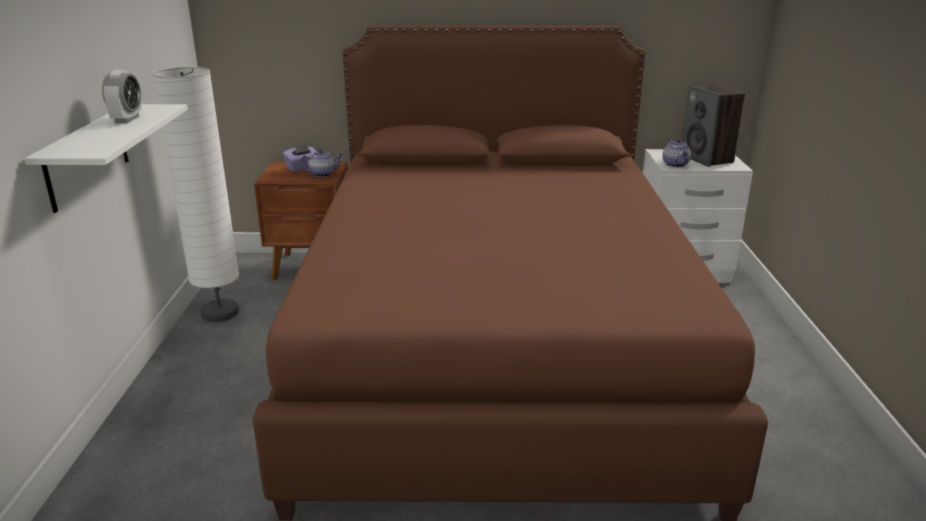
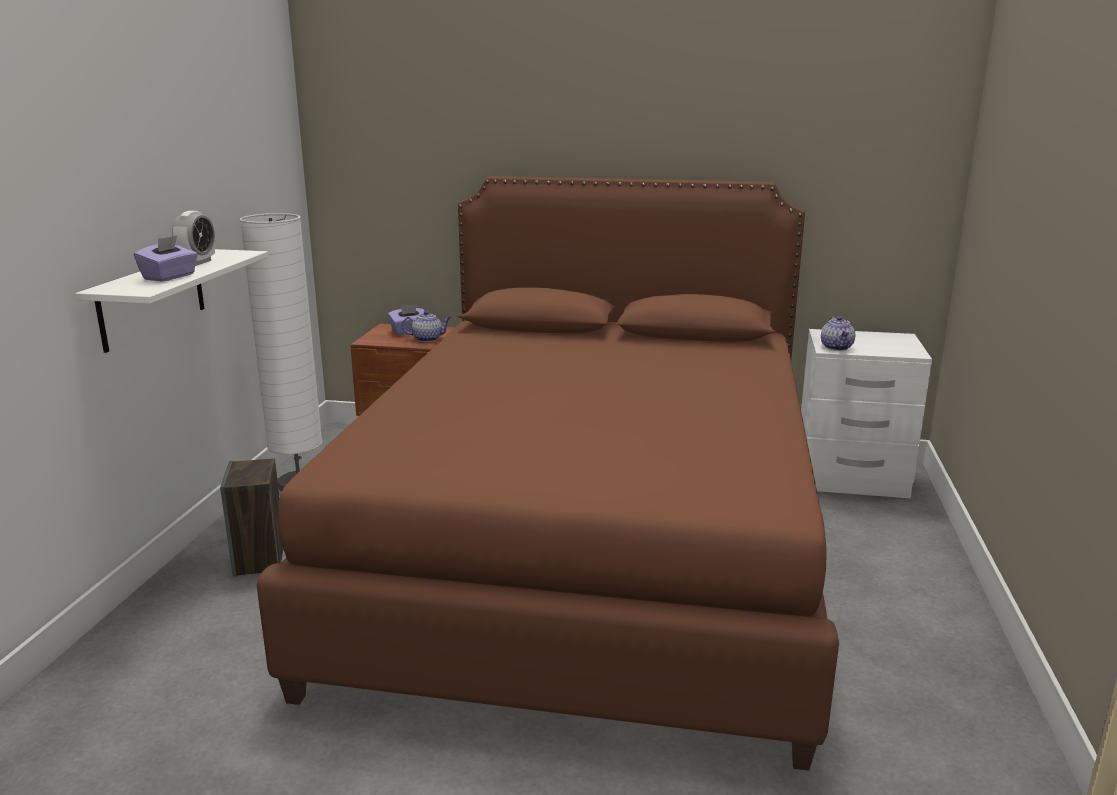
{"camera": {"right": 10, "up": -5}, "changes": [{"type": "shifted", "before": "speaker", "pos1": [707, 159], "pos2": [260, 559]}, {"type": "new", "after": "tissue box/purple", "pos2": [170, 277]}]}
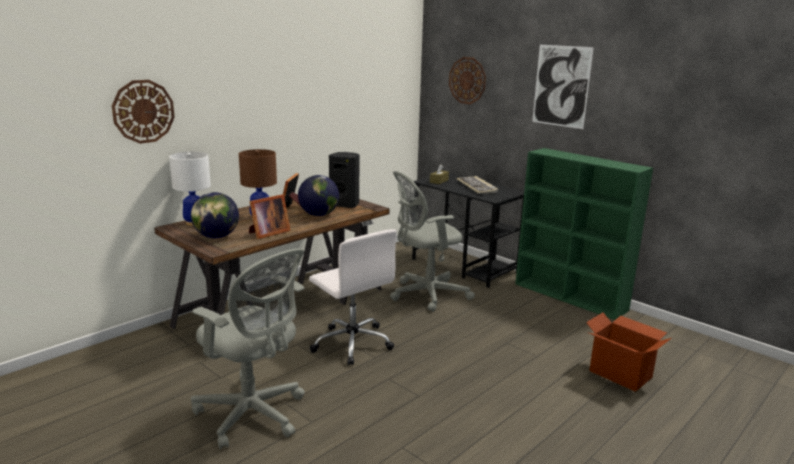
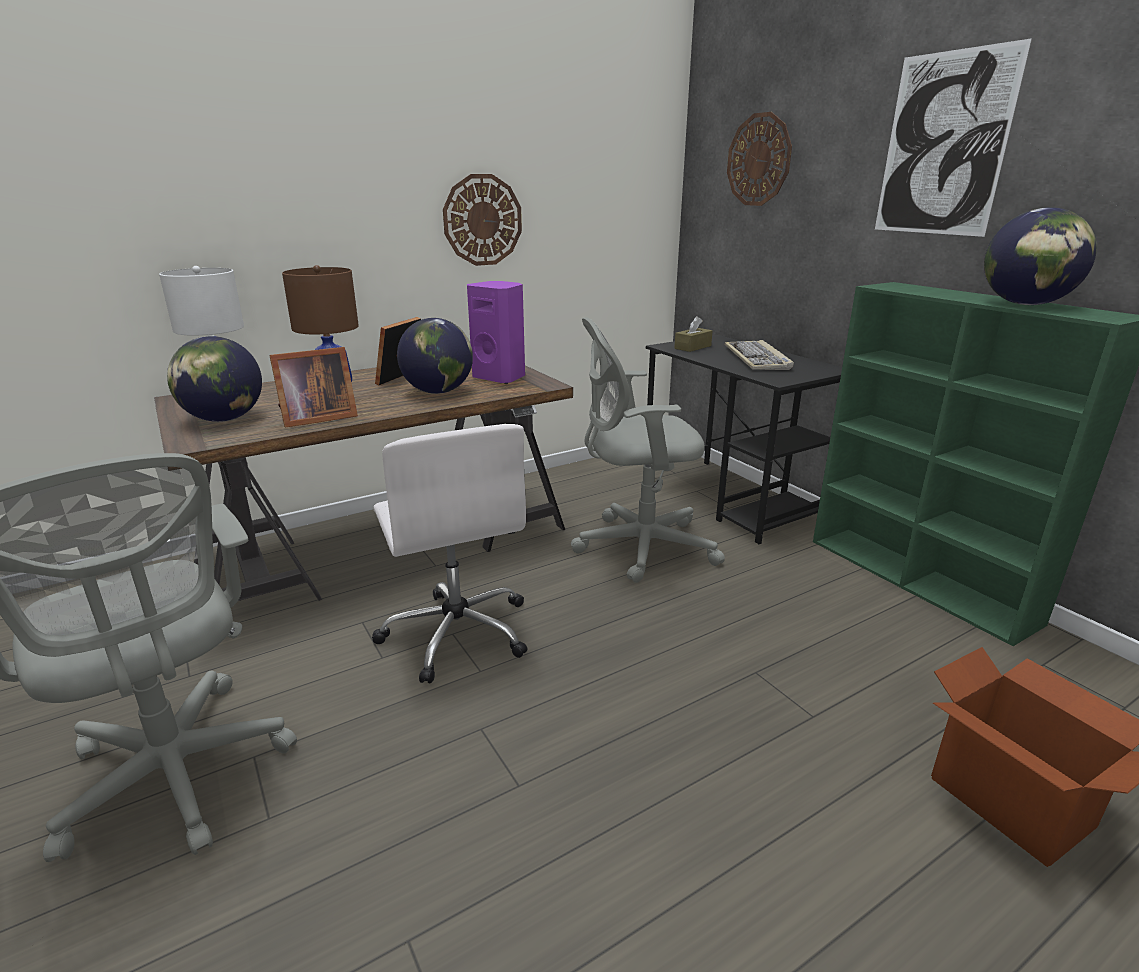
{"camera": {"right": 15, "up": 5}, "changes": [{"type": "shifted", "before": "wall clock", "pos1": [143, 111], "pos2": [482, 220]}, {"type": "repainted", "before": "speaker/black", "after": "speaker/purple", "pos1": [345, 204], "pos2": [500, 377]}, {"type": "new", "after": "globe", "pos2": [1025, 304]}]}
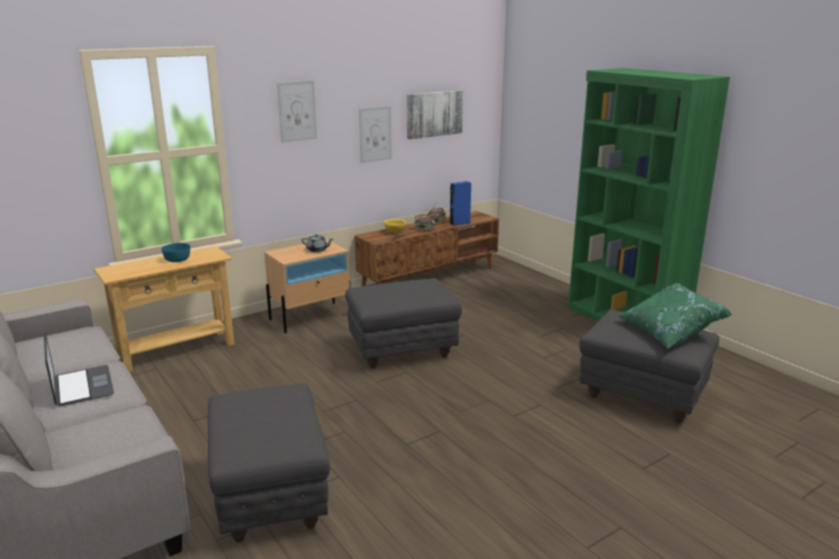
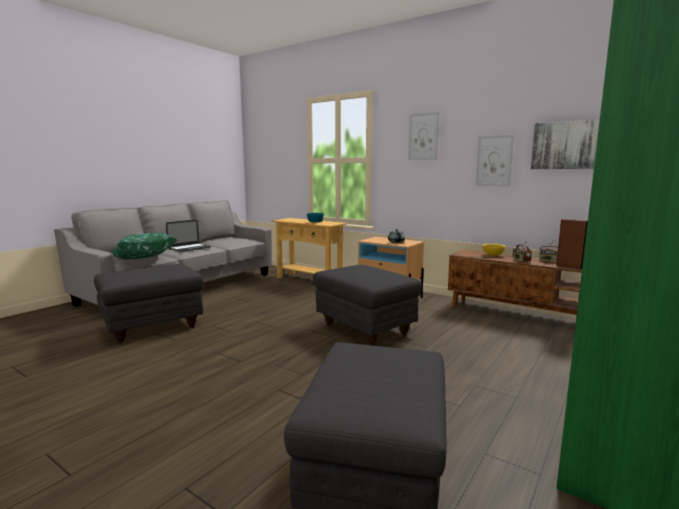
{"camera": {"right": 70, "up": -10}, "changes": [{"type": "repainted", "before": "speaker/blue", "after": "speaker/brown", "pos1": [459, 223], "pos2": [569, 267]}, {"type": "shifted", "before": "pillow/green", "pos1": [668, 332], "pos2": [143, 259]}]}
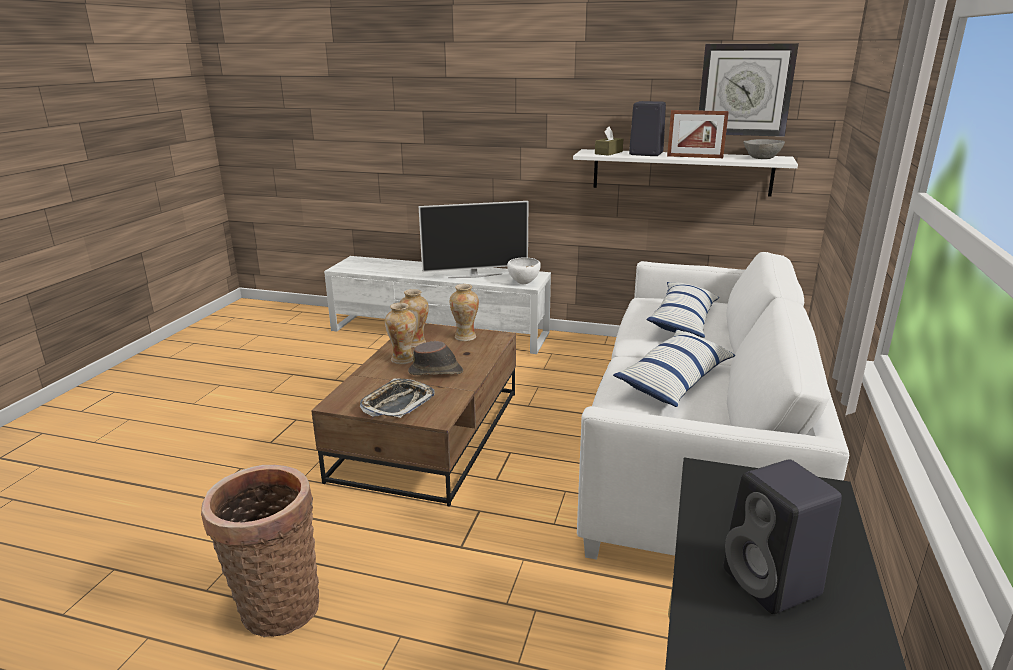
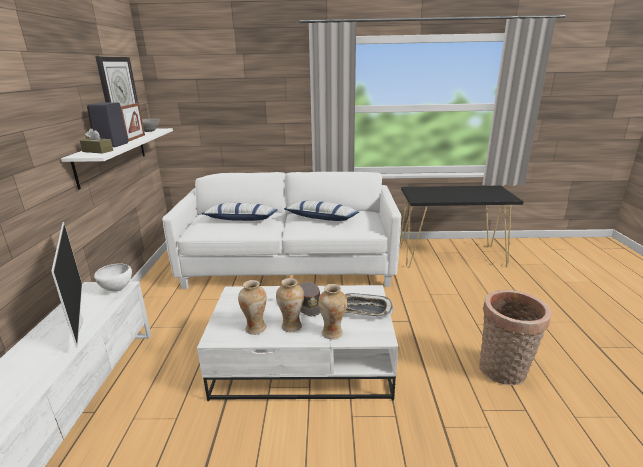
{"camera": {"right": -105, "up": 0}, "changes": [{"type": "repainted", "before": "coffee table/brown", "after": "coffee table/white", "pos1": [429, 435], "pos2": [304, 362]}, {"type": "shifted", "before": "vase", "pos1": [465, 337], "pos2": [332, 333]}, {"type": "gone", "before": "speaker/black", "pos1": [774, 584]}]}
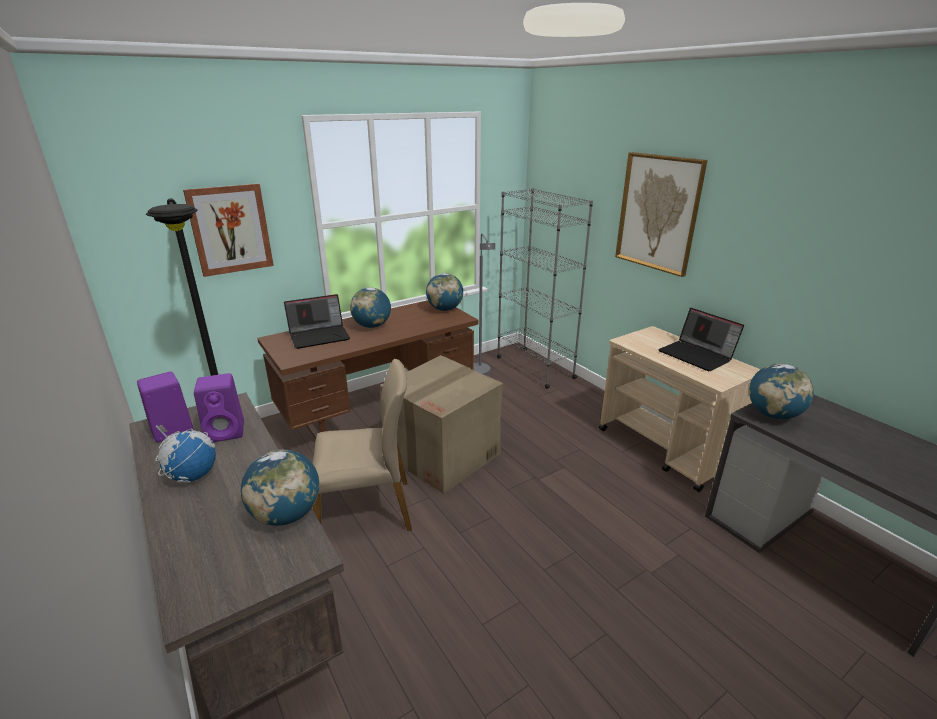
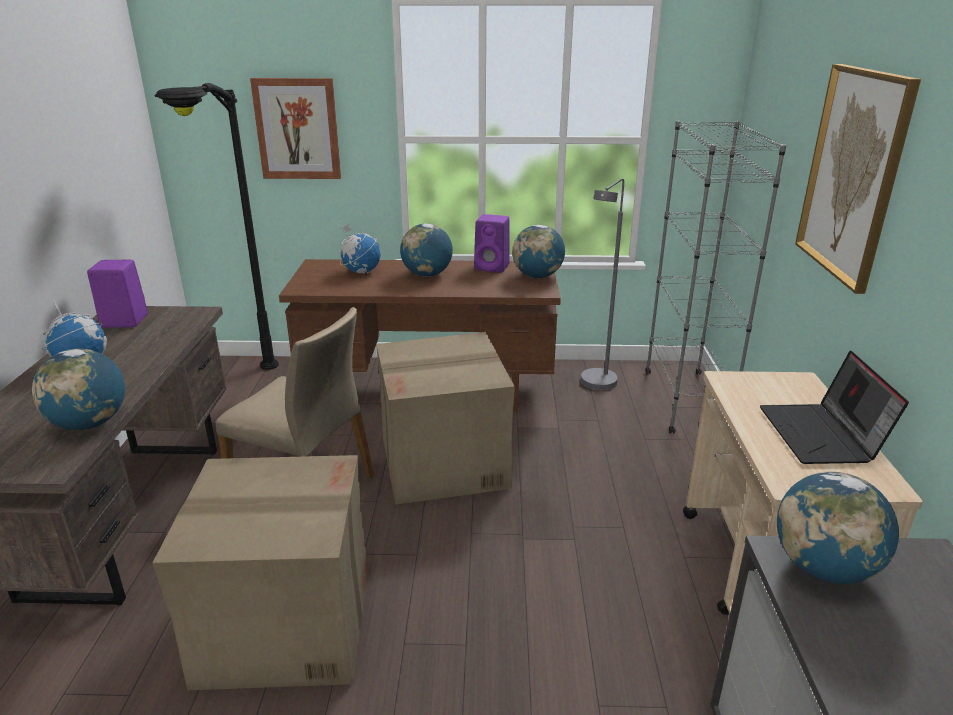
{"camera": {"right": 35, "up": 0}, "changes": [{"type": "shifted", "before": "speaker/purple", "pos1": [227, 431], "pos2": [493, 267]}, {"type": "swapped", "before": "laptop", "after": "globe", "pos1": [320, 336], "pos2": [361, 272]}, {"type": "new", "after": "cardboard box", "pos2": [284, 623]}]}
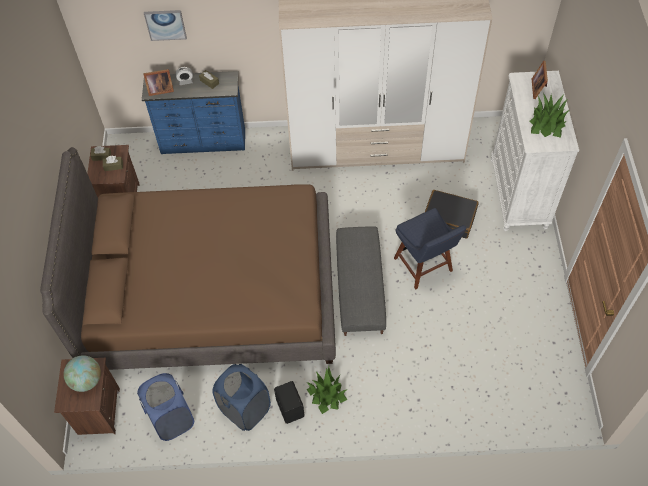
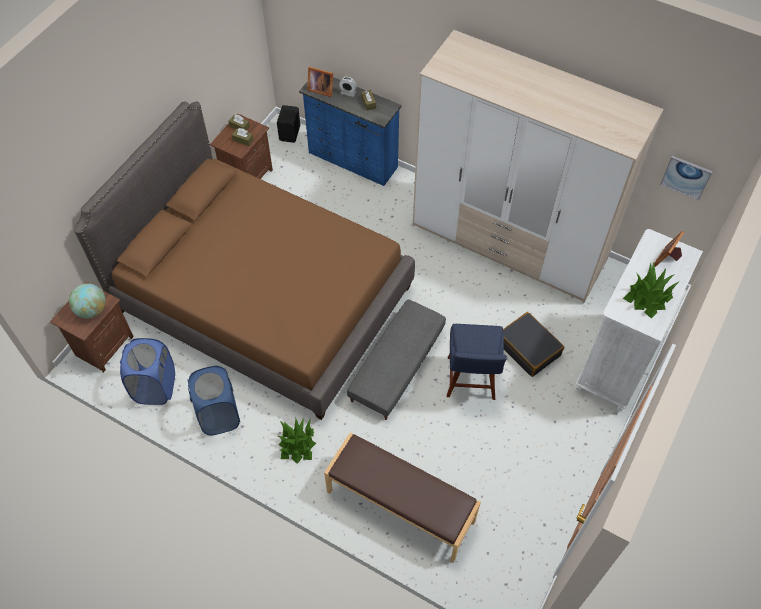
{"camera": {"right": 30, "up": 0}, "changes": [{"type": "shifted", "before": "picture", "pos1": [165, 24], "pos2": [686, 177]}, {"type": "shifted", "before": "speaker/black", "pos1": [290, 407], "pos2": [290, 133]}, {"type": "new", "after": "bench/brown", "pos2": [400, 507]}]}
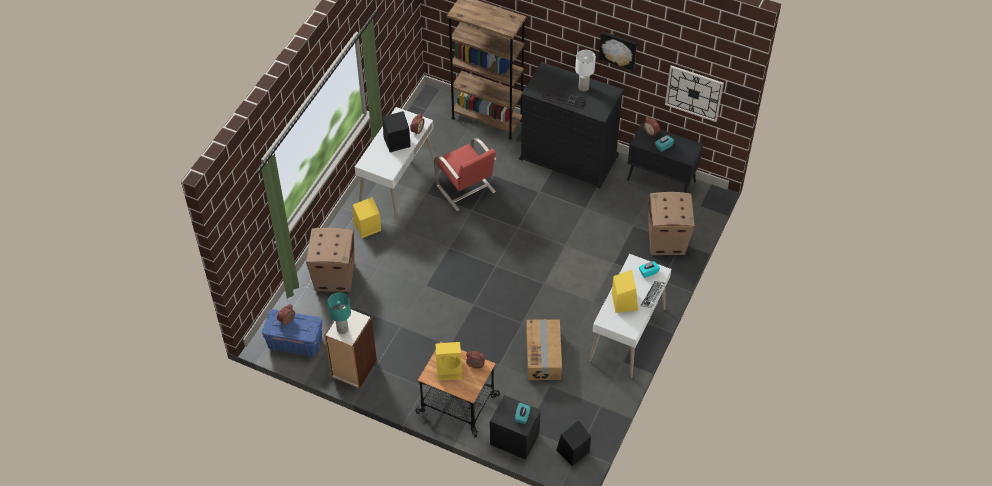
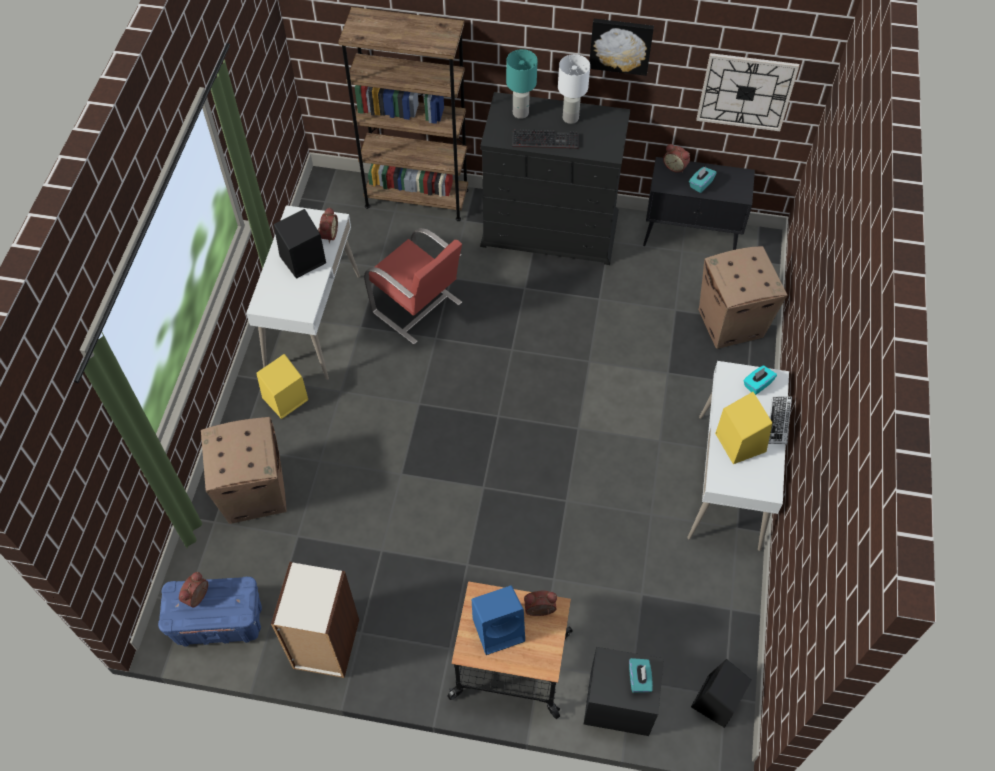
{"camera": {"right": -15, "up": 5}, "changes": [{"type": "shifted", "before": "table lamp/turquoise", "pos1": [342, 329], "pos2": [520, 113]}, {"type": "repainted", "before": "speaker/yellow", "after": "speaker/blue", "pos1": [450, 369], "pos2": [500, 629]}, {"type": "gone", "before": "cardboard box", "pos1": [544, 356]}]}
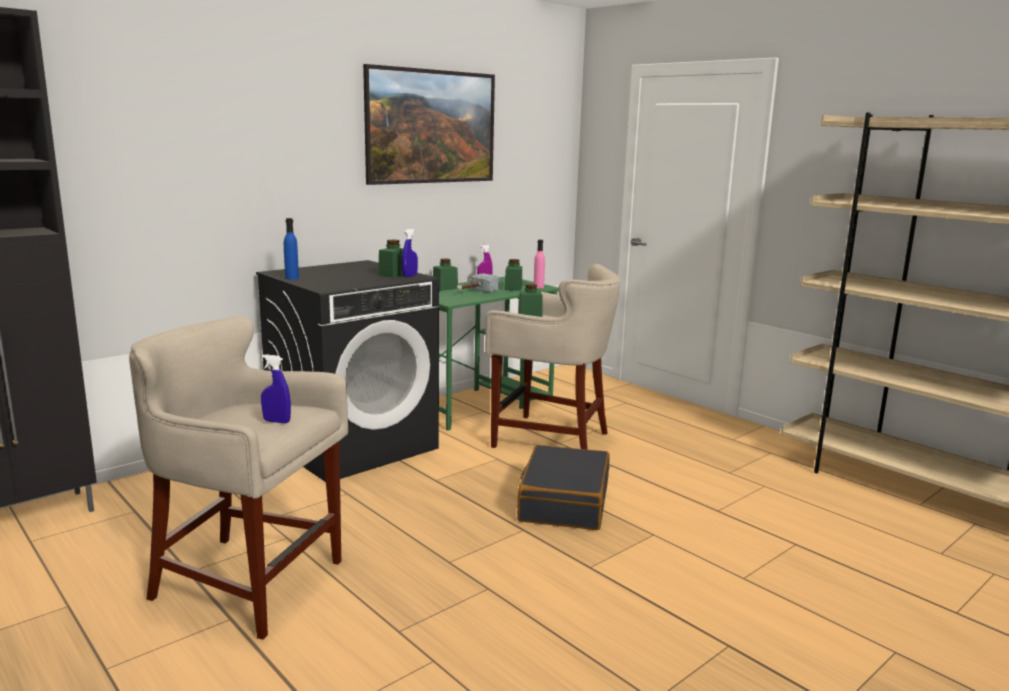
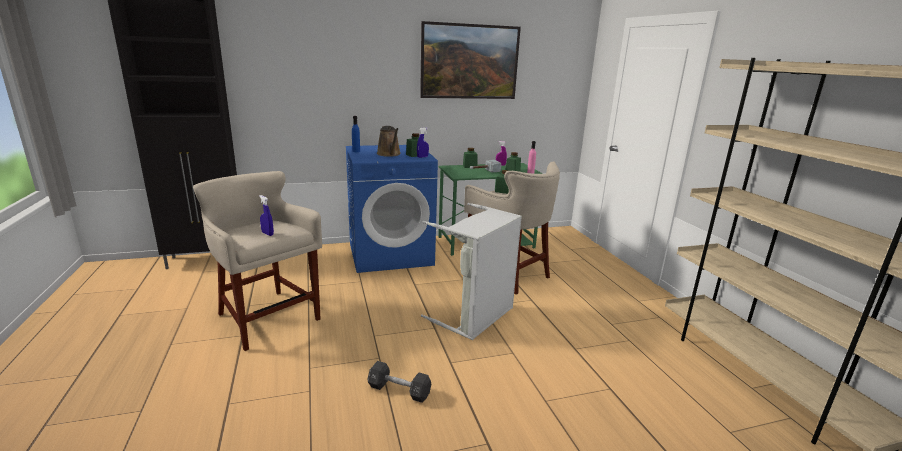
{"camera": {"right": 25, "up": 5}, "changes": [{"type": "repainted", "before": "washing machine/black", "after": "washing machine/blue", "pos1": [353, 445], "pos2": [391, 254]}, {"type": "swapped", "before": "suitcase/black", "after": "laundry basket/grey", "pos1": [563, 502], "pos2": [476, 316]}, {"type": "new", "after": "dumbbell/black", "pos2": [399, 390]}, {"type": "new", "after": "watering can/brown", "pos2": [389, 154]}]}
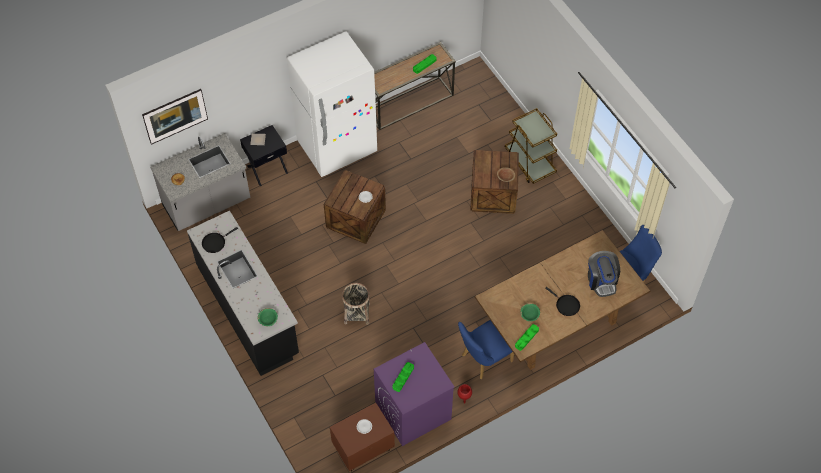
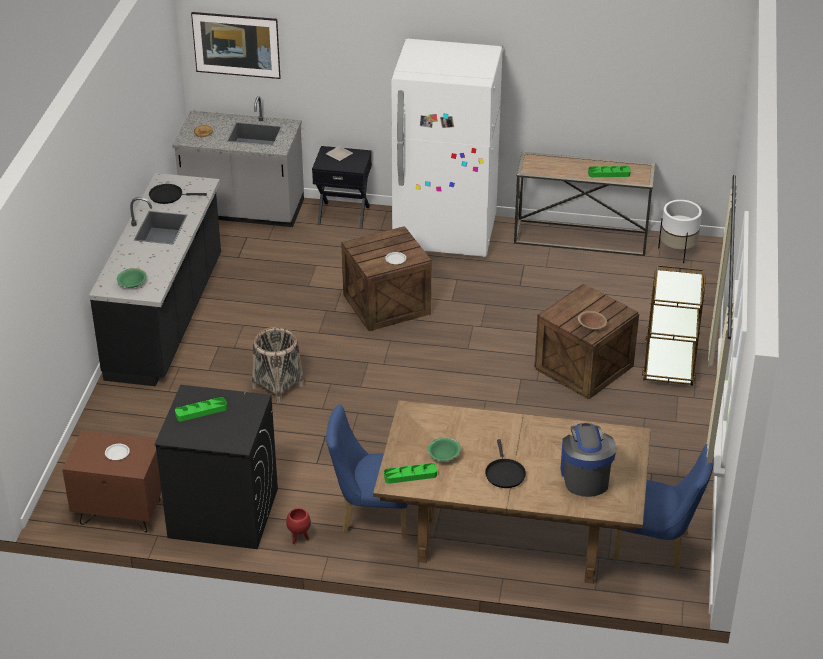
{"camera": {"right": 40, "up": -20}, "changes": [{"type": "repainted", "before": "washing machine/purple", "after": "washing machine/black", "pos1": [413, 411], "pos2": [222, 513]}, {"type": "rotated", "before": "coffee machine", "pos1": [601, 280], "pos2": [585, 476], "turn": 150}, {"type": "new", "after": "planter/white", "pos2": [677, 252]}]}
